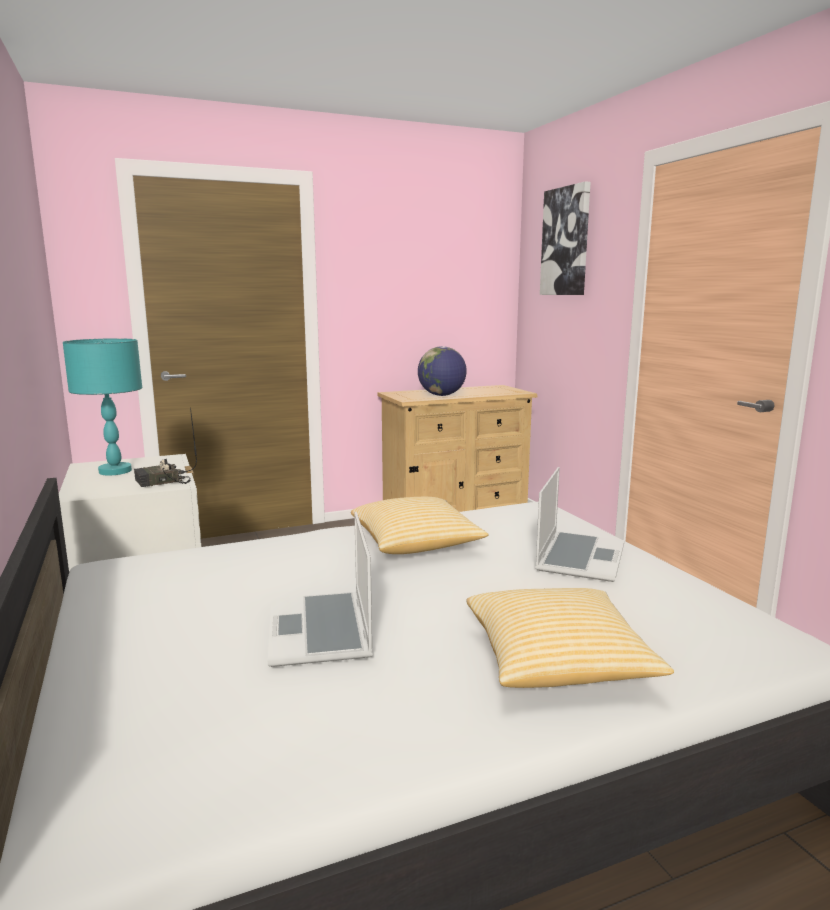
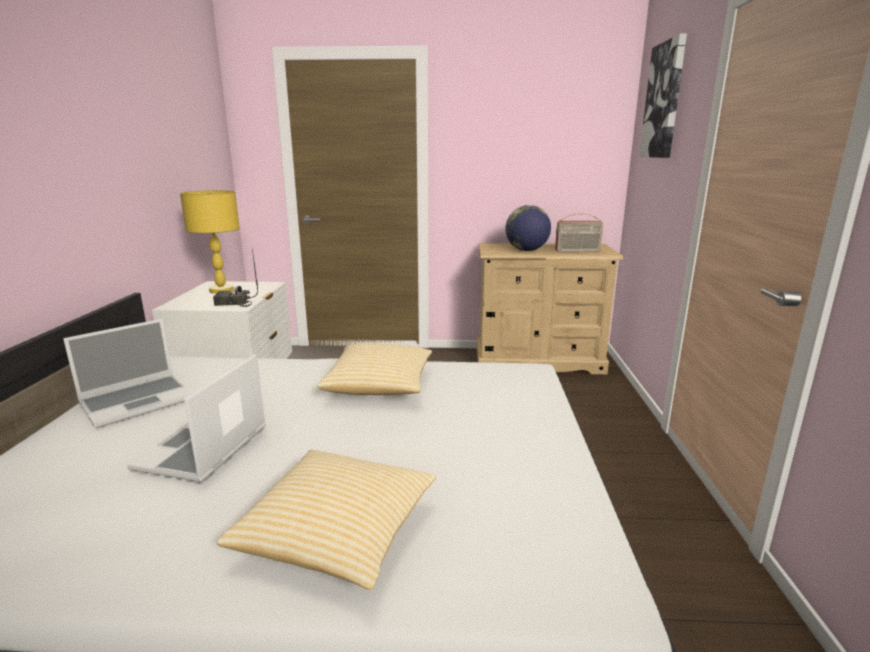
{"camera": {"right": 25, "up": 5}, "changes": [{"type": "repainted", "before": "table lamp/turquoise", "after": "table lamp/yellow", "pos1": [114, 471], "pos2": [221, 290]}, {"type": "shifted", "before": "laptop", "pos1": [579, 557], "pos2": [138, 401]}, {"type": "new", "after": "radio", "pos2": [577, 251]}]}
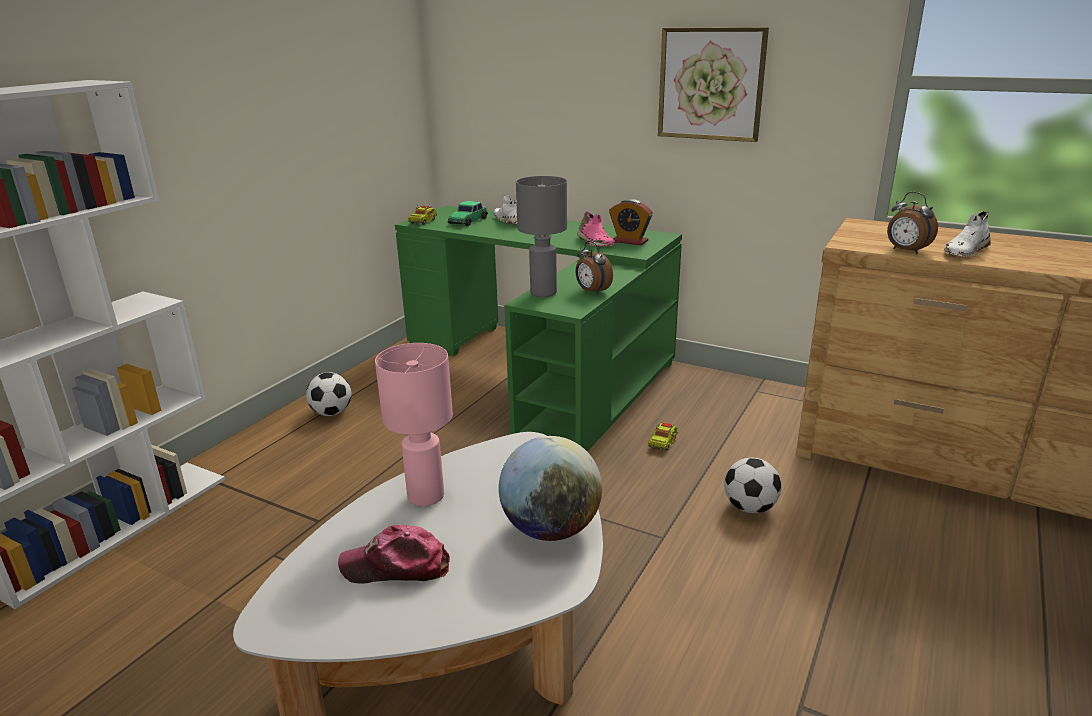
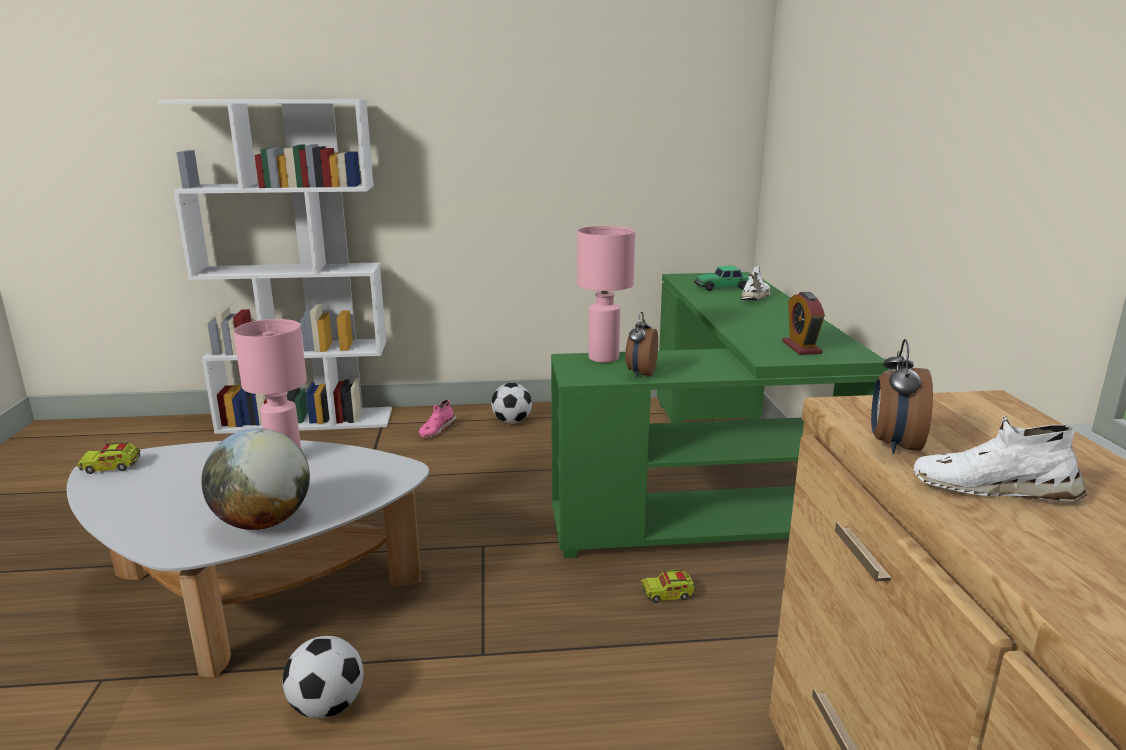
{"camera": {"right": 55, "up": -5}, "changes": [{"type": "gone", "before": "cap", "pos1": [396, 567]}, {"type": "shifted", "before": "toy truck", "pos1": [423, 221], "pos2": [111, 467]}, {"type": "repainted", "before": "table lamp/grey", "after": "table lamp/pink", "pos1": [544, 292], "pos2": [604, 358]}, {"type": "shifted", "before": "shoe/pink", "pos1": [594, 243], "pos2": [436, 430]}, {"type": "gone", "before": "picture", "pos1": [711, 84]}, {"type": "shifted", "before": "football", "pos1": [750, 507], "pos2": [327, 706]}]}
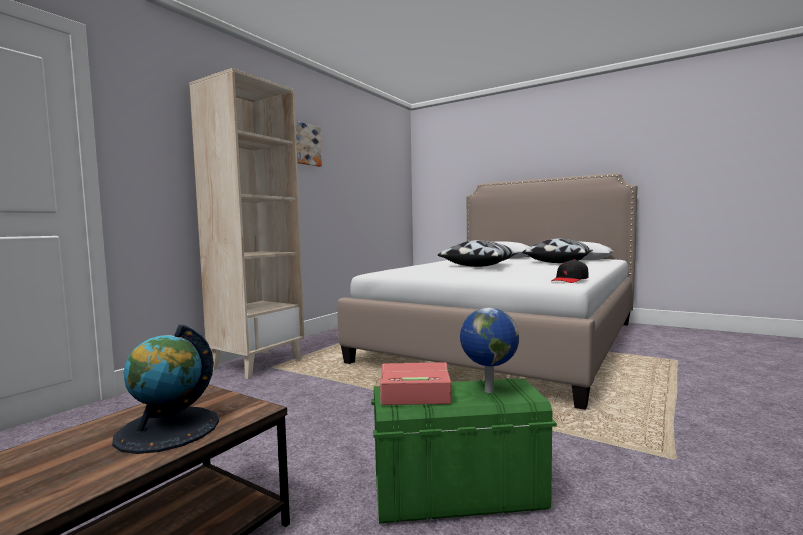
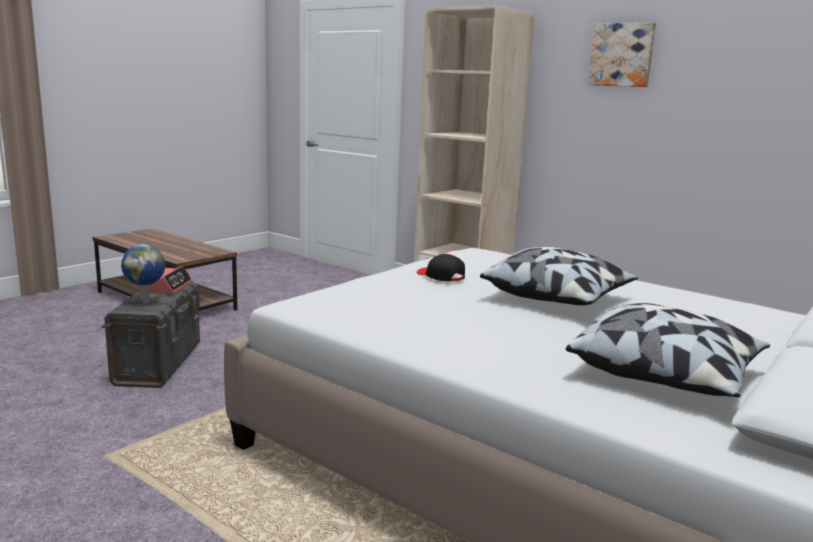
{"camera": {"right": 95, "up": 10}, "changes": [{"type": "gone", "before": "globe", "pos1": [168, 429]}, {"type": "repainted", "before": "storage box/green", "after": "storage box/grey", "pos1": [456, 495], "pos2": [159, 363]}, {"type": "shifted", "before": "cap/black", "pos1": [570, 280], "pos2": [440, 277]}]}
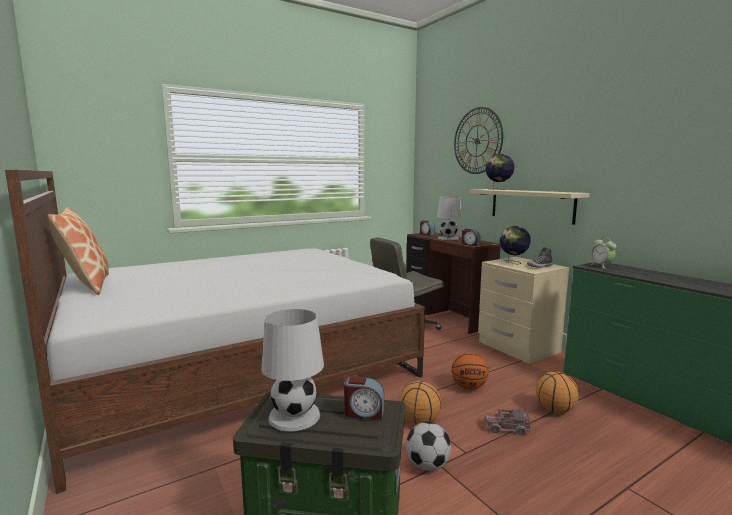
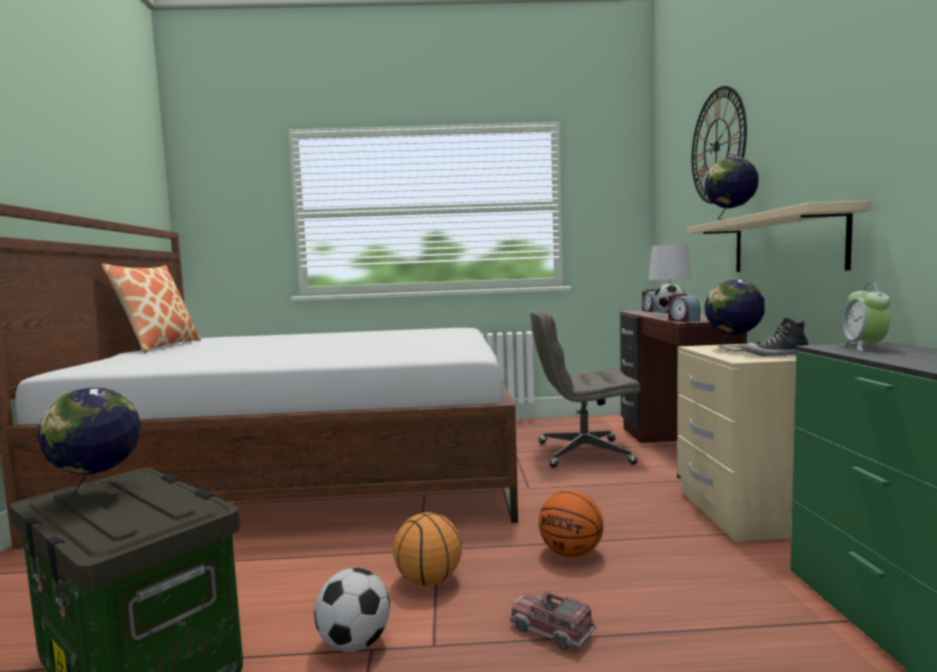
{"camera": {"right": 30, "up": -5}, "changes": [{"type": "swapped", "before": "table lamp/white", "after": "globe", "pos1": [295, 416], "pos2": [98, 494]}, {"type": "gone", "before": "alarm clock", "pos1": [364, 412]}, {"type": "gone", "before": "basketball", "pos1": [555, 410]}]}
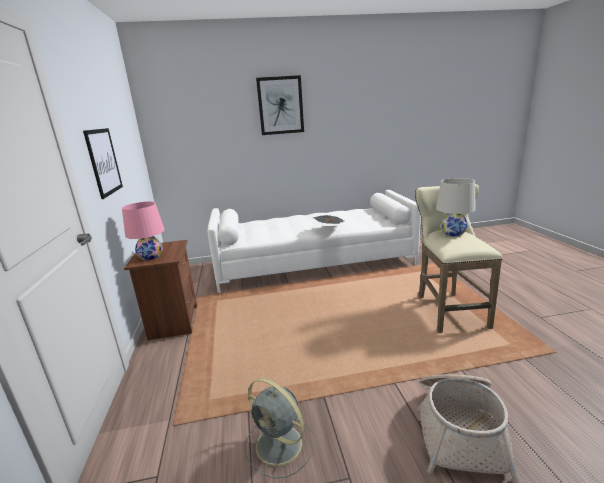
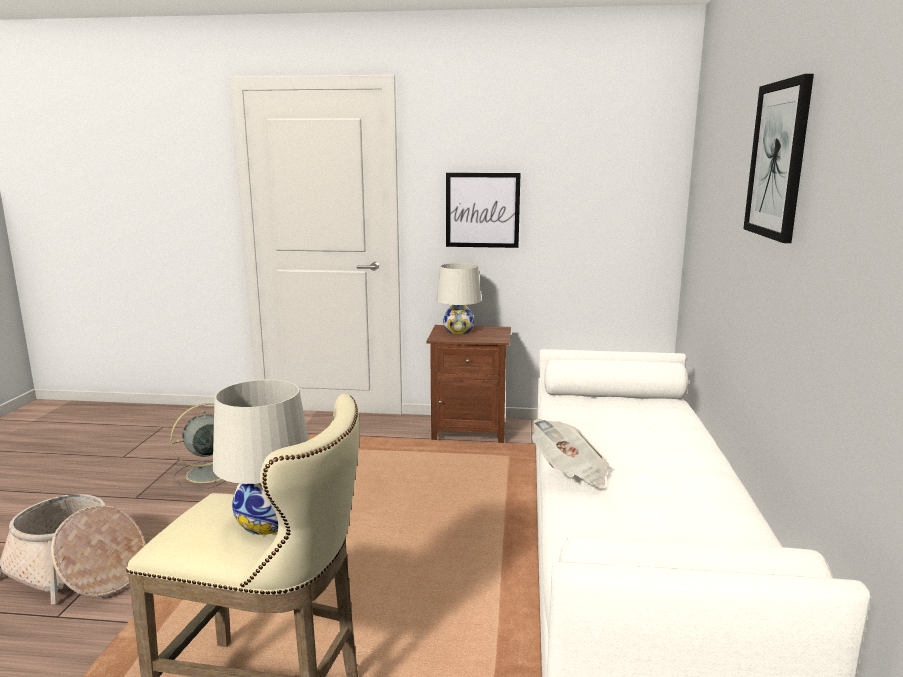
{"camera": {"right": 105, "up": -5}, "changes": [{"type": "repainted", "before": "table lamp/pink", "after": "table lamp/white", "pos1": [151, 256], "pos2": [458, 331]}]}
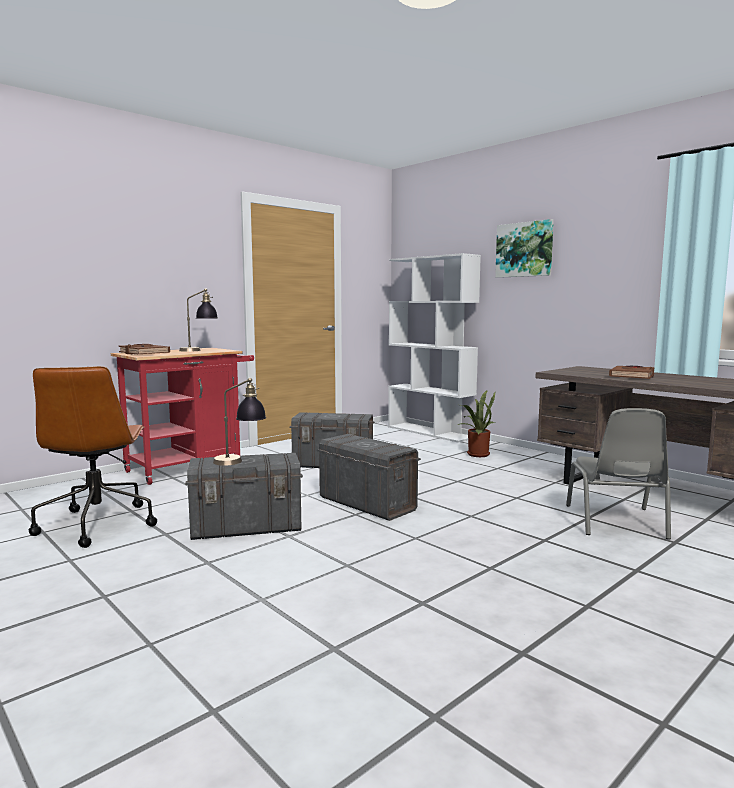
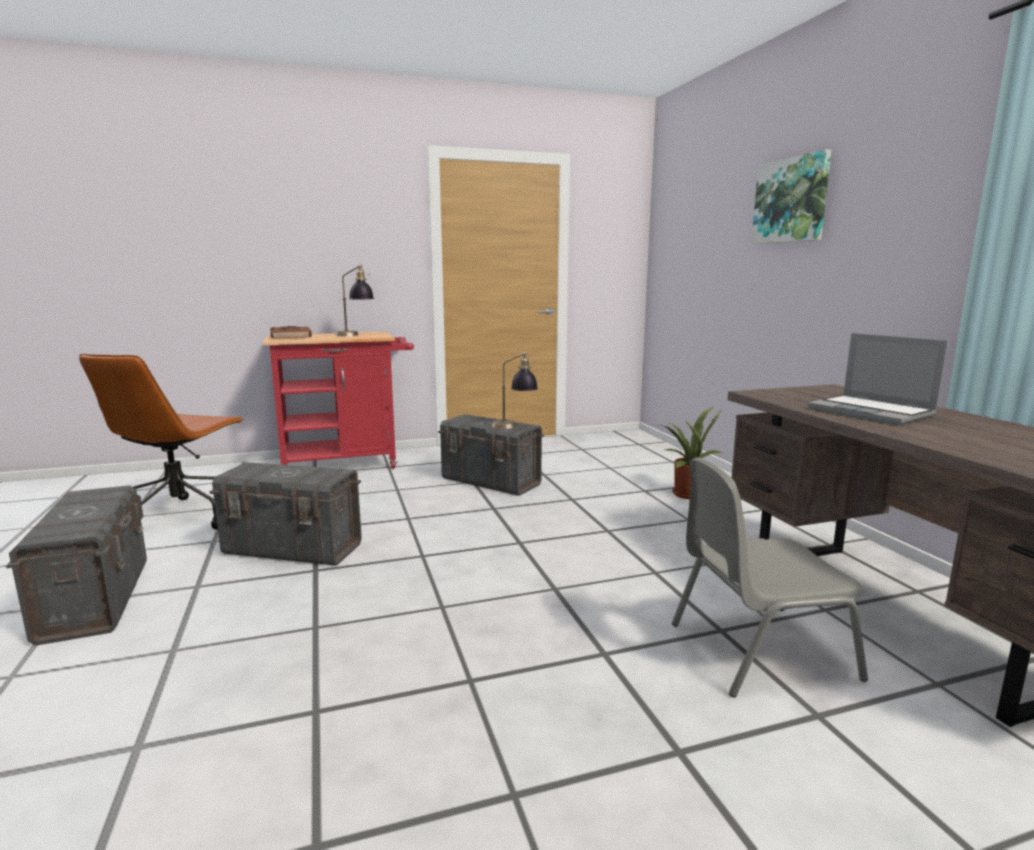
{"camera": {"right": 25, "up": 5}, "changes": [{"type": "shifted", "before": "table lamp", "pos1": [240, 461], "pos2": [514, 426]}, {"type": "shifted", "before": "storage box/grey", "pos1": [367, 503], "pos2": [96, 599]}, {"type": "gone", "before": "bookcase/white", "pos1": [430, 432]}, {"type": "rotated", "before": "chair/grey", "pos1": [615, 522], "pos2": [757, 649], "turn": 45}, {"type": "swapped", "before": "book/brown", "after": "laptop", "pos1": [632, 376], "pos2": [872, 412]}]}
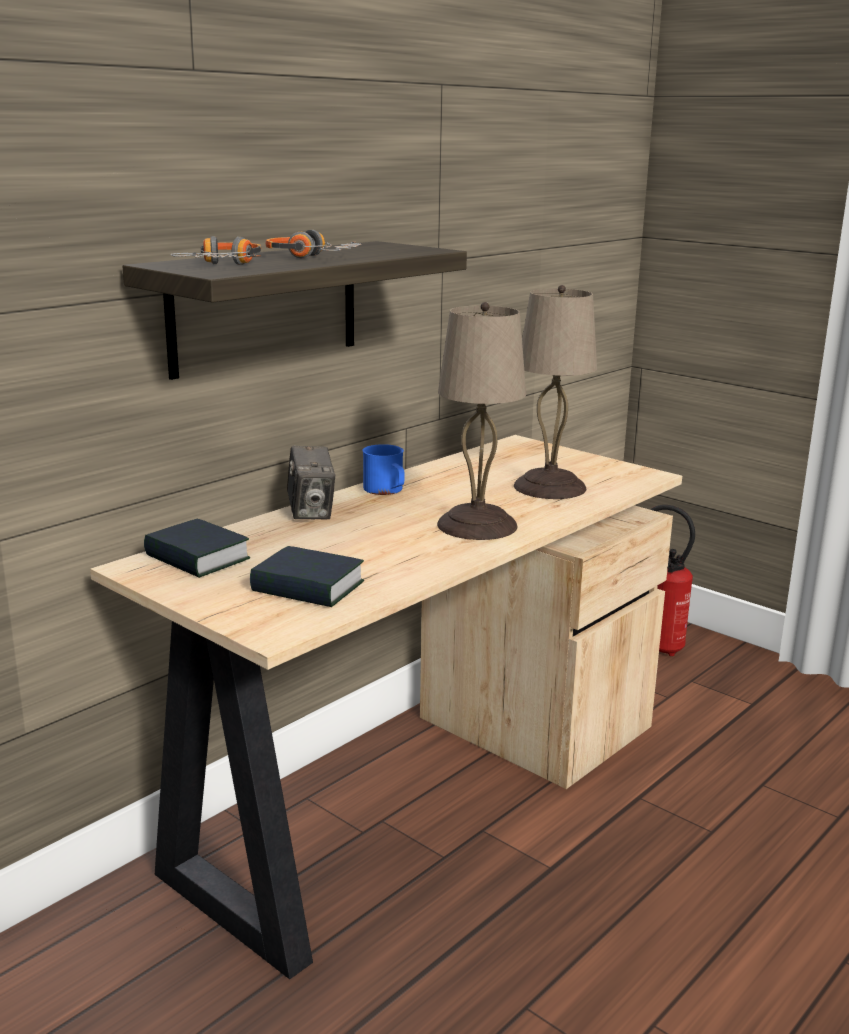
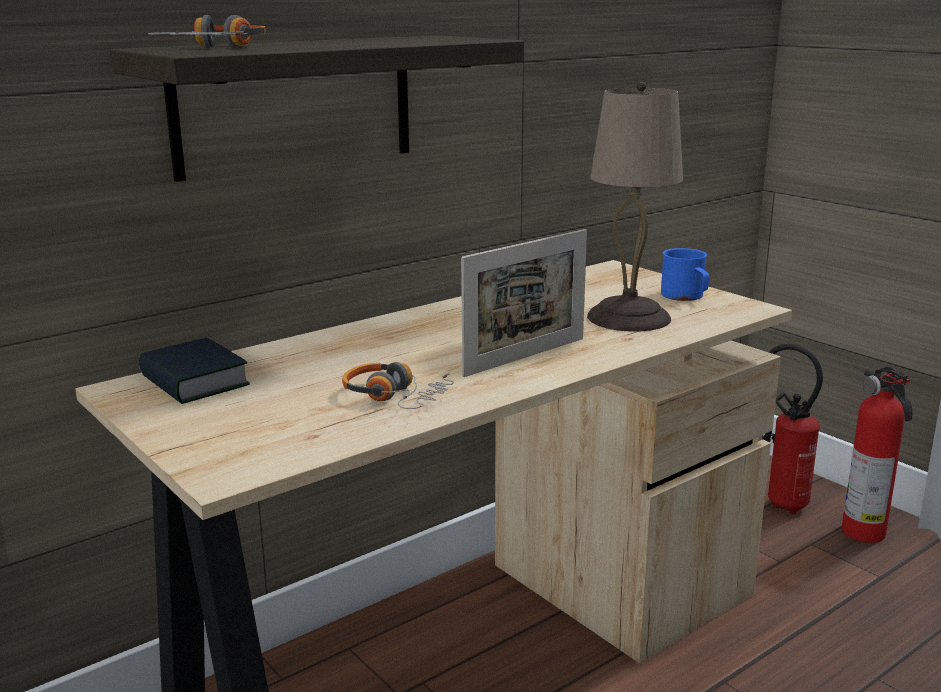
{"camera": {"right": 10, "up": 0}, "changes": [{"type": "gone", "before": "book", "pos1": [308, 587]}, {"type": "shifted", "before": "headphones", "pos1": [312, 257], "pos2": [396, 397]}, {"type": "gone", "before": "photo camera", "pos1": [311, 512]}, {"type": "shifted", "before": "mug/blue", "pos1": [386, 490], "pos2": [686, 297]}, {"type": "swapped", "before": "table lamp/beige", "after": "picture frame", "pos1": [477, 524], "pos2": [525, 357]}, {"type": "new", "after": "fire extinguisher", "pos2": [865, 533]}]}
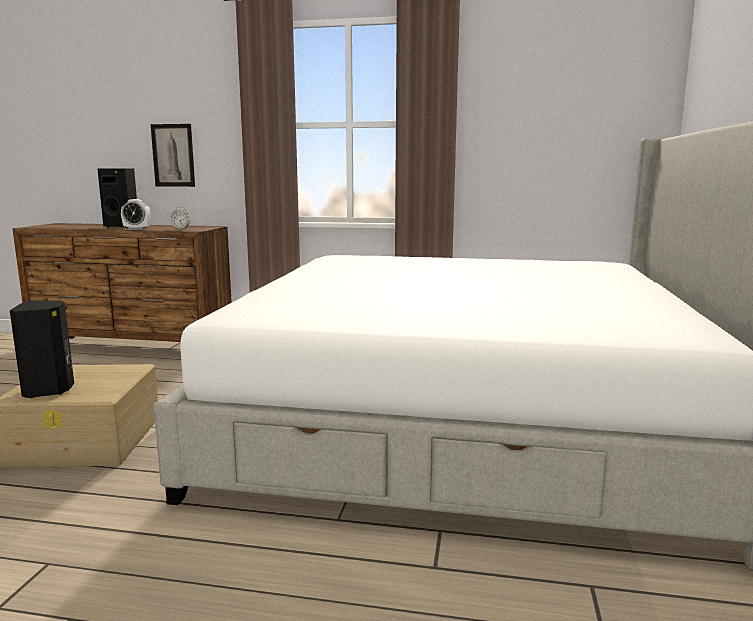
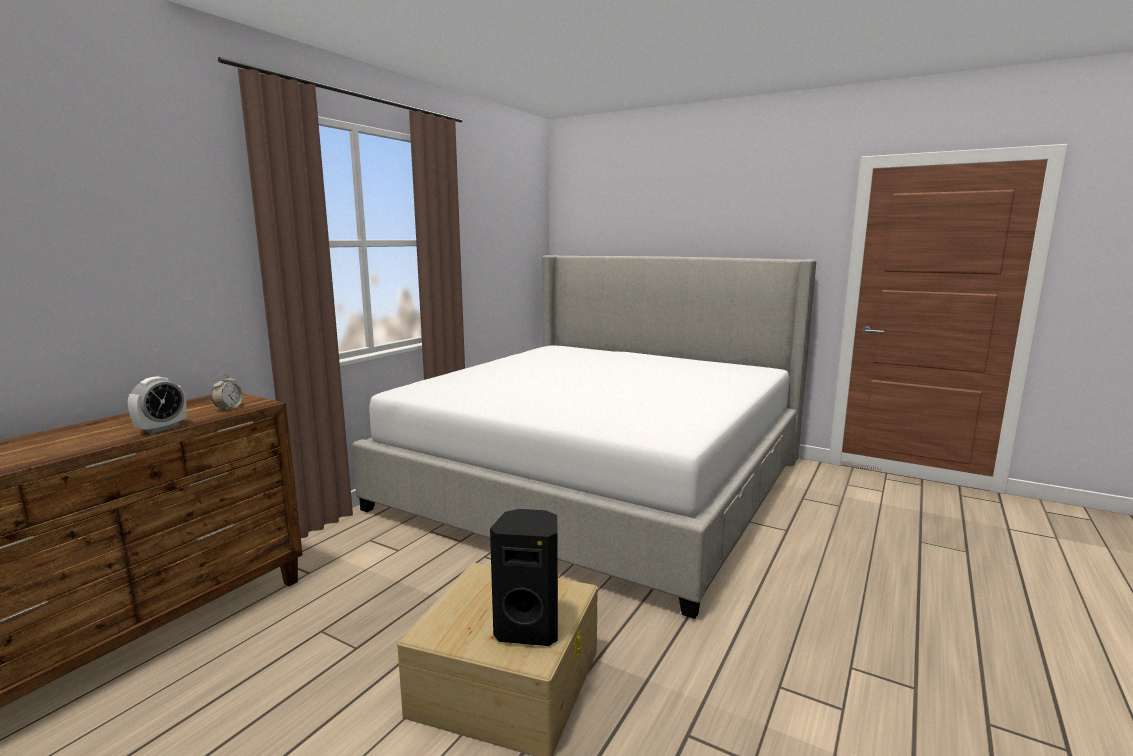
{"camera": {"right": -70, "up": 0}, "changes": [{"type": "gone", "before": "speaker/black", "pos1": [122, 227]}, {"type": "gone", "before": "picture", "pos1": [173, 155]}]}
